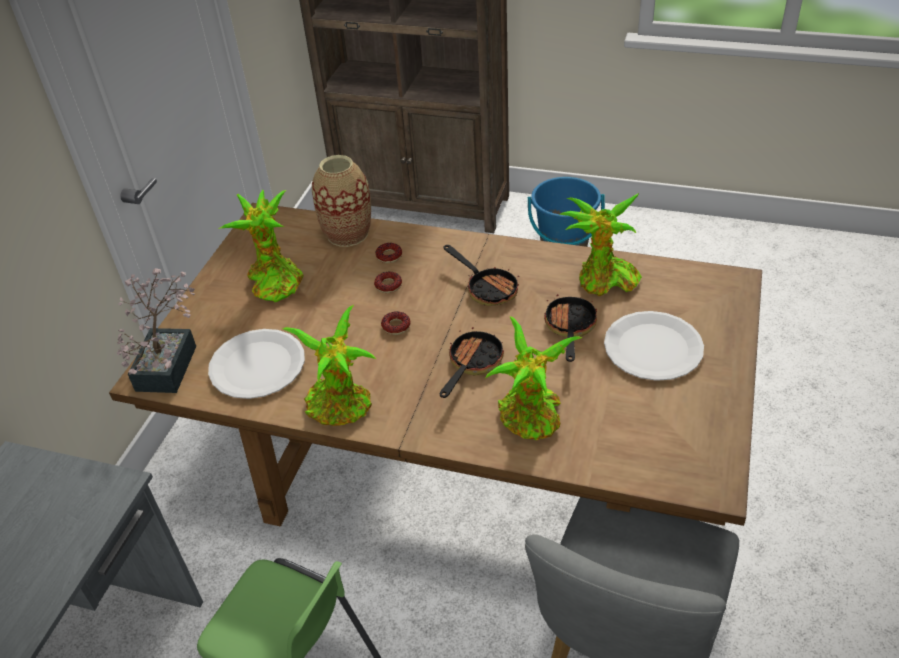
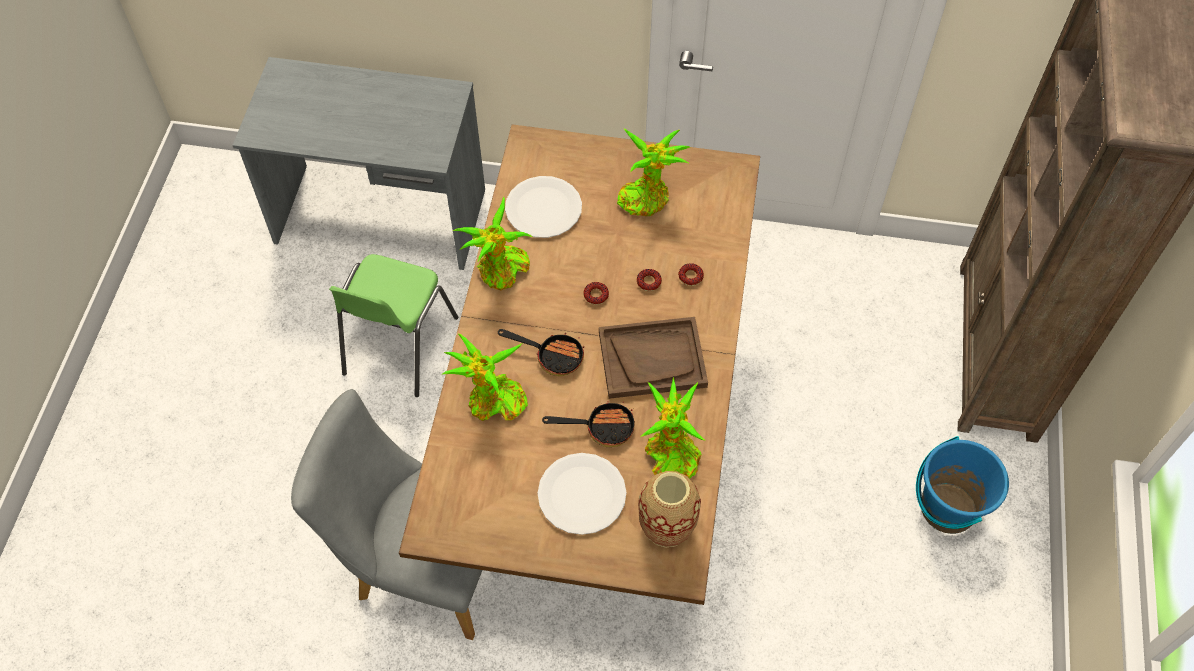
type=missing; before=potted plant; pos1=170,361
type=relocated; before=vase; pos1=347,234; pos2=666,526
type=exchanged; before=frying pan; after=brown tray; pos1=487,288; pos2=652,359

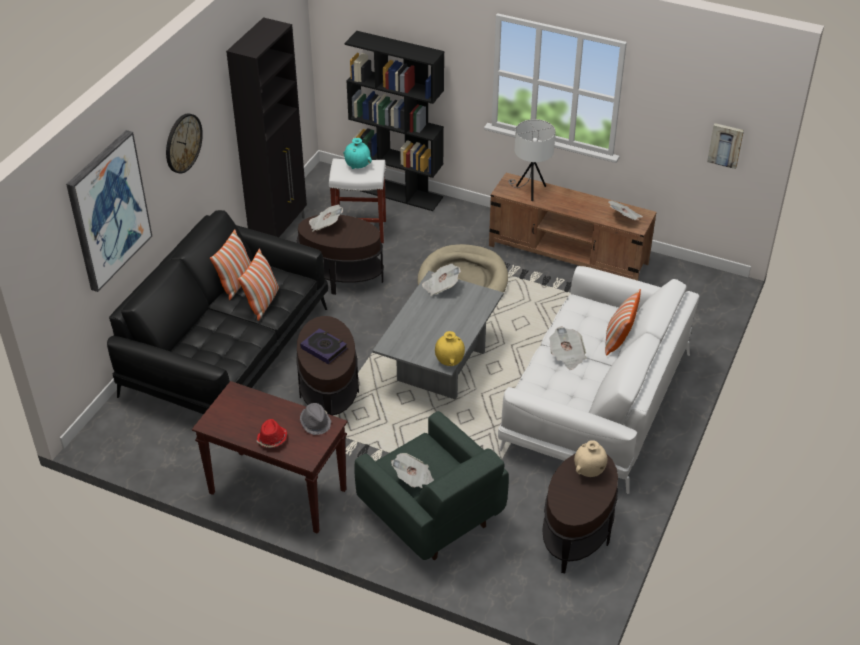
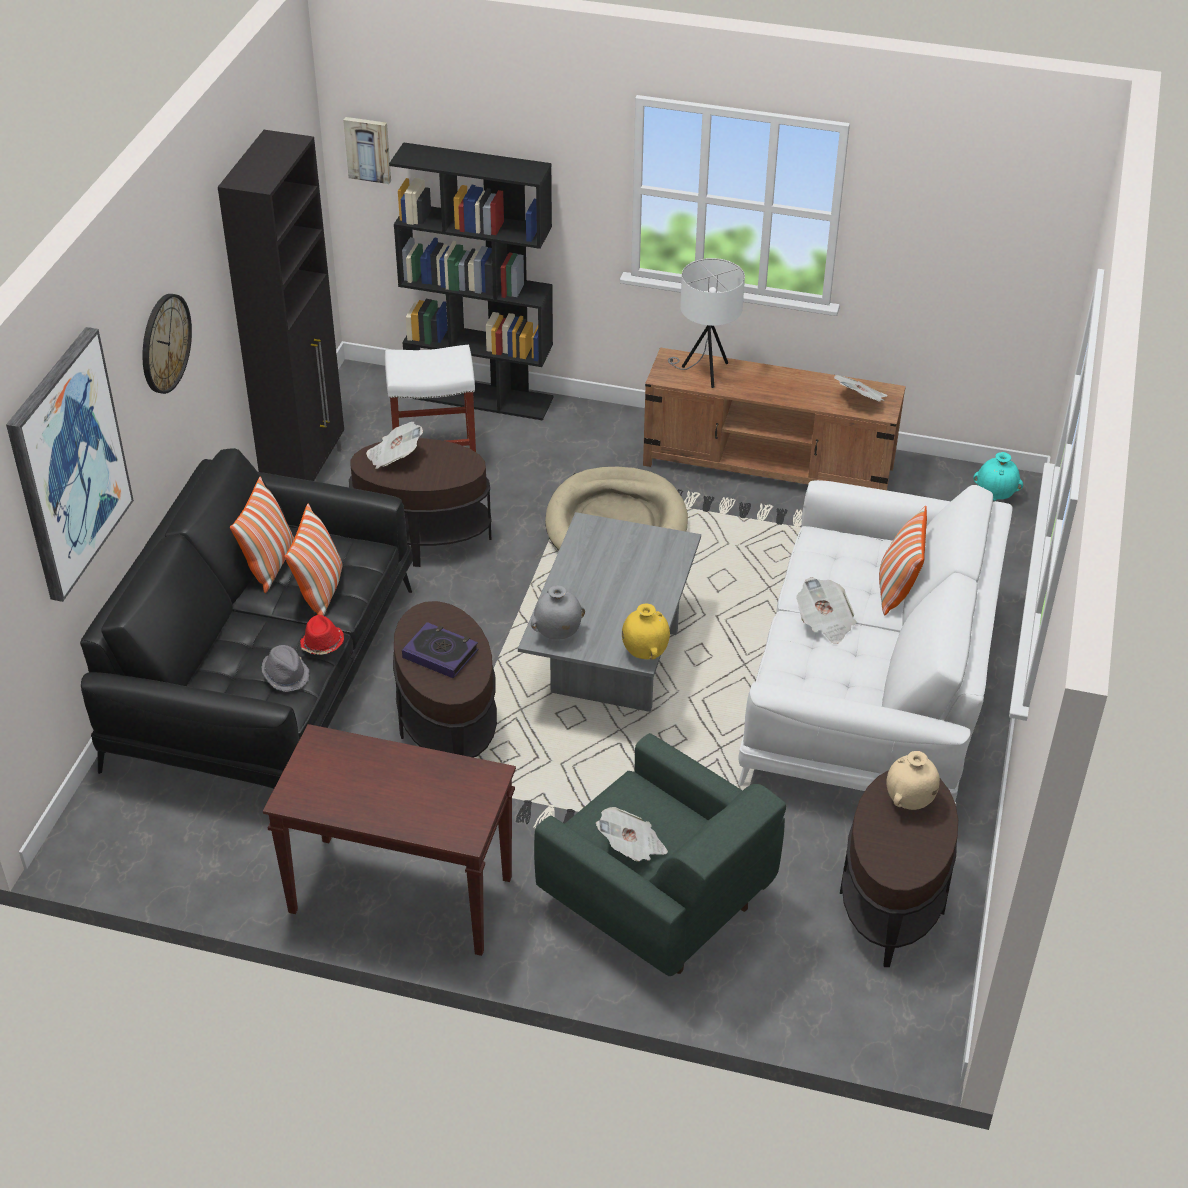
type=relocated; before=red hat; pos1=272,439; pos2=322,644
type=relocated; before=grey hat; pos1=315,423; pos2=286,675
type=relocated; before=turquoise vase; pos1=358,167; pos2=995,496
type=missing; before=newspaper; pos1=440,287
type=relocated; before=picture; pos1=725,145; pos2=368,149
type=appeared; after=grey vase; pos2=557,634

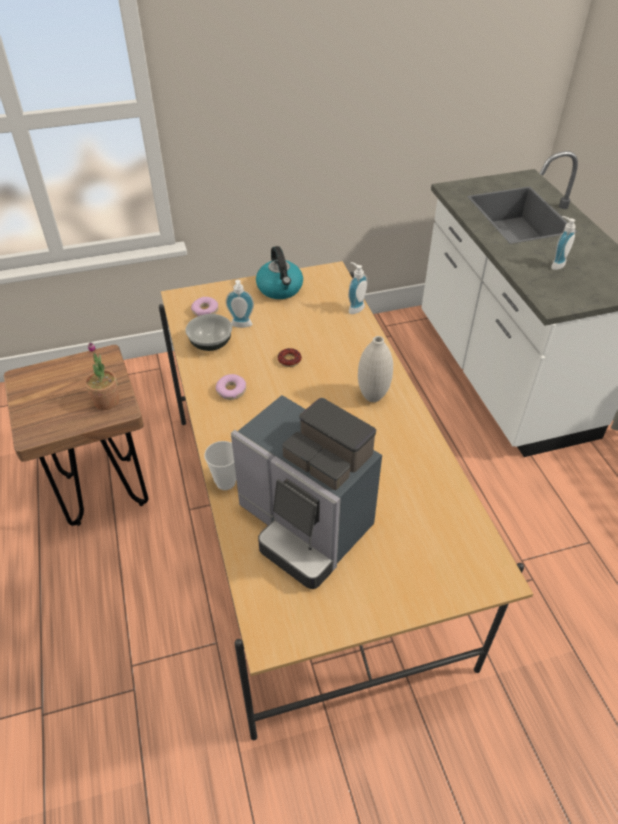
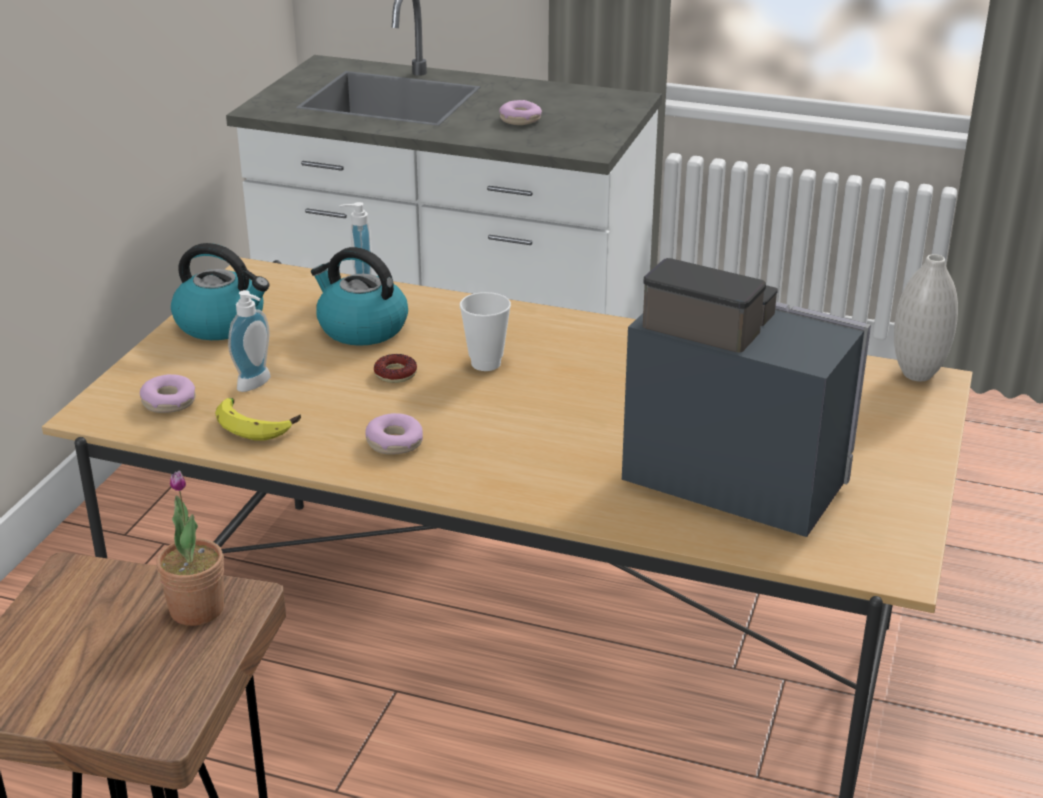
type=exchanged; before=bowl; after=banana; pos1=210,343; pos2=257,424
type=relocated; before=cup; pos1=225,482; pos2=486,363
type=spun; before=coffee machine; pos1=305,525; pos2=730,476; turn=-135
type=relocated; before=white vase; pos1=373,396; pos2=917,374
type=exchanged; before=soap dispenser; after=donut; pos1=556,264; pos2=520,120
type=appeared; after=kettle; pos2=361,328

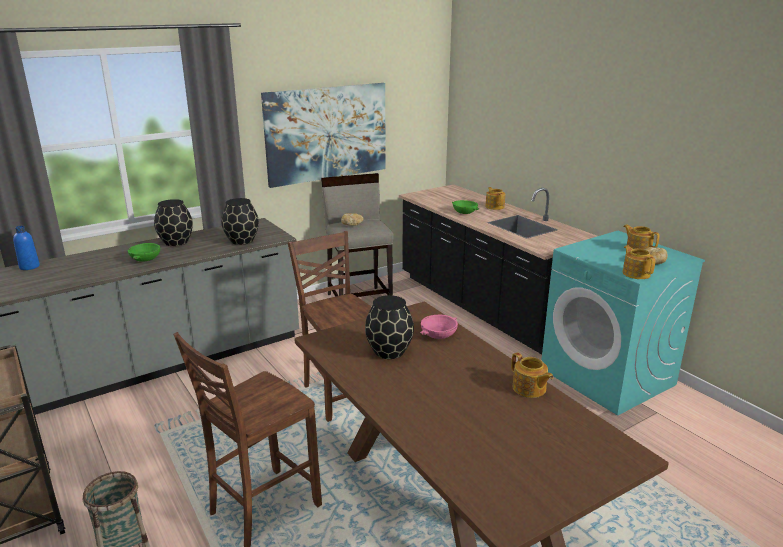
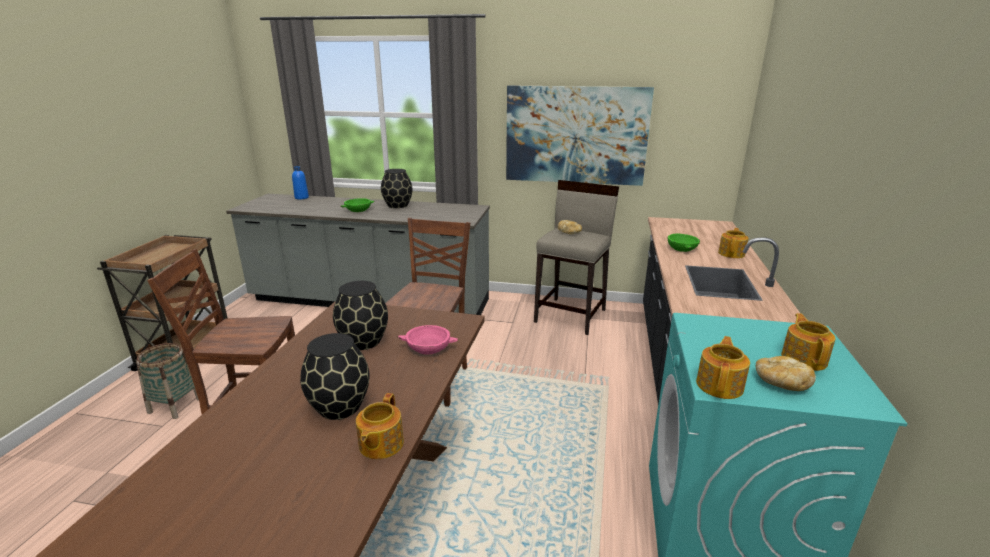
type=relocated; before=black vase; pos1=242,240; pos2=341,407

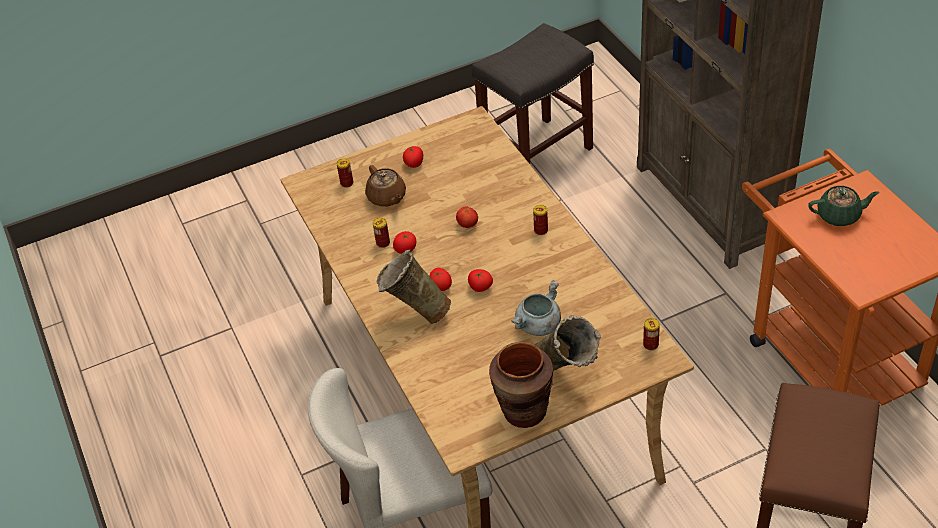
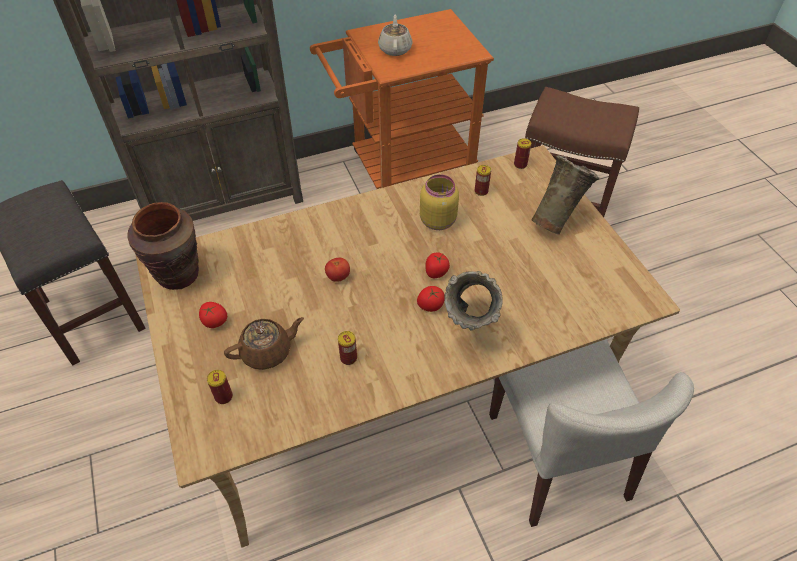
type=missing; before=tomato; pos1=405,249
type=relocated; before=brown vase; pos1=524,412; pos2=178,275
type=missing; before=grey cooking pot; pos1=538,326
type=relocated; before=can; pos1=541,230; pos2=481,191
type=colour; before=green teapot; after=beige teapot; pos1=839,216; pos2=395,49
type=appeared; after=yellow jar; pos2=438,220

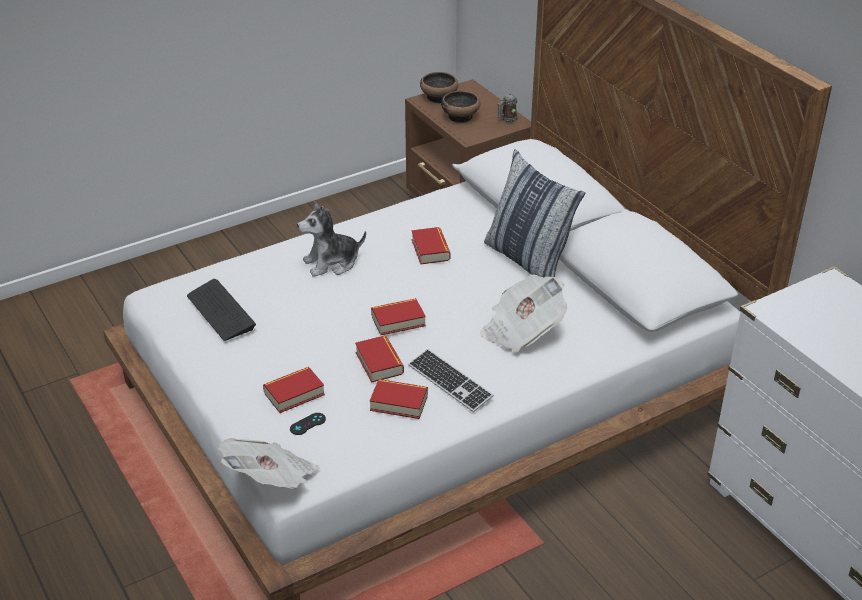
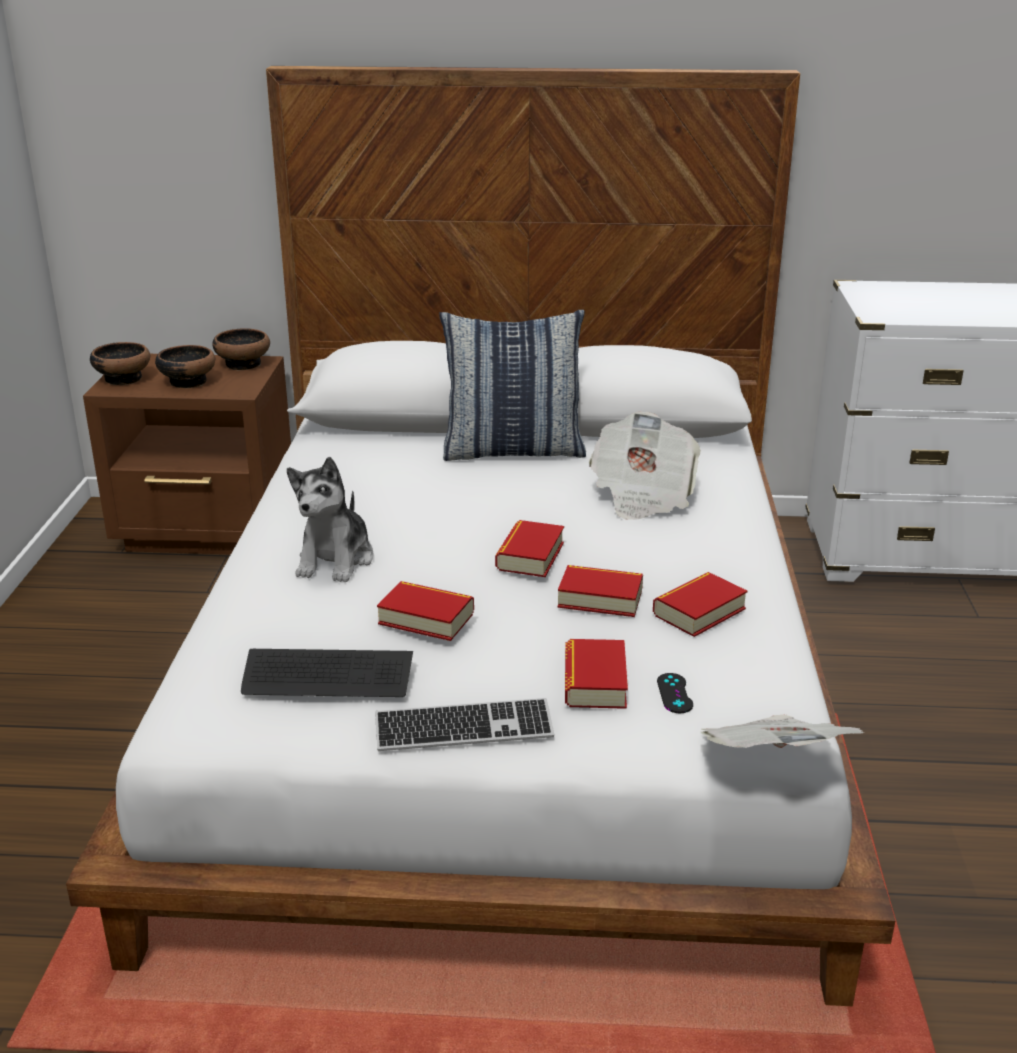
type=relocated; before=keyboard; pos1=450,382; pos2=464,729
type=relocated; before=book; pos1=430,250; pos2=426,618
type=exchanged; before=mug; after=bowl; pos1=507,119; pos2=243,364

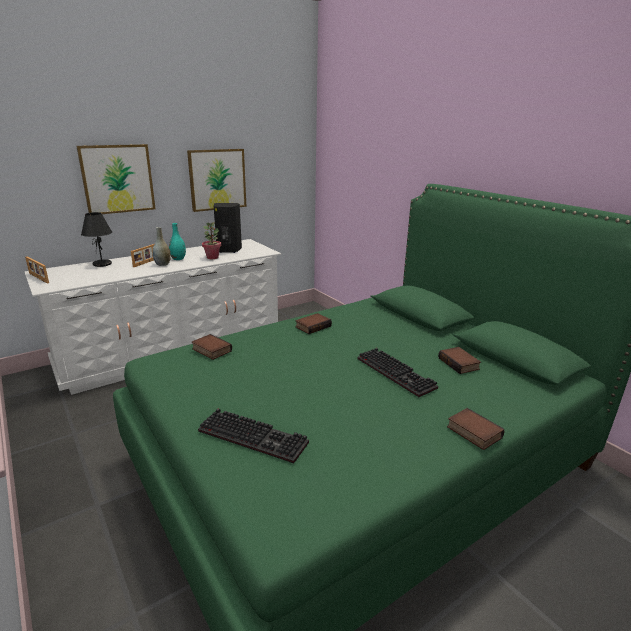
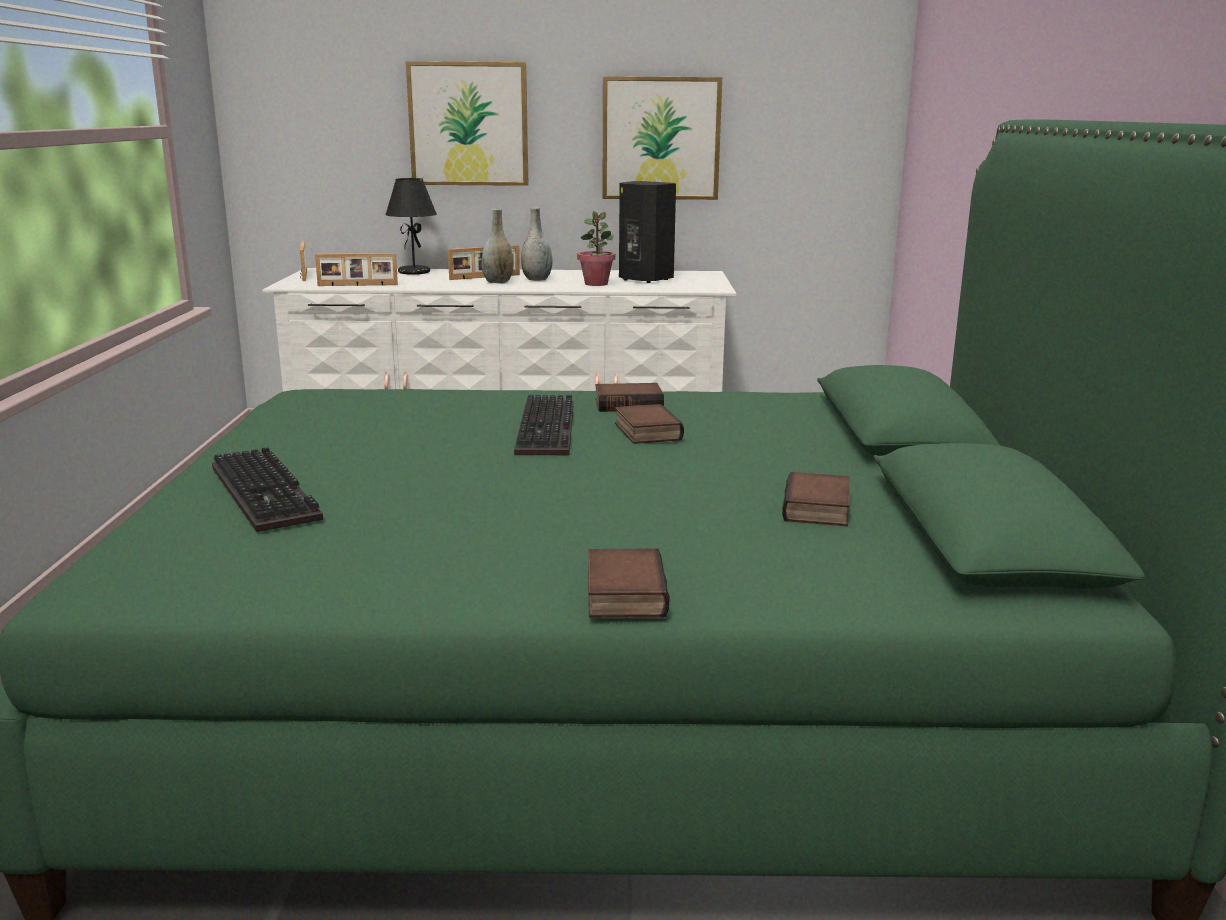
type=colour; before=turquoise vase; after=grey vase; pos1=178,259; pos2=537,279
type=relocated; before=book; pos1=210,350; pos2=645,431
type=relocated; before=keyboard; pos1=397,373; pos2=549,430
type=appeared; after=picture frame; pos2=357,285

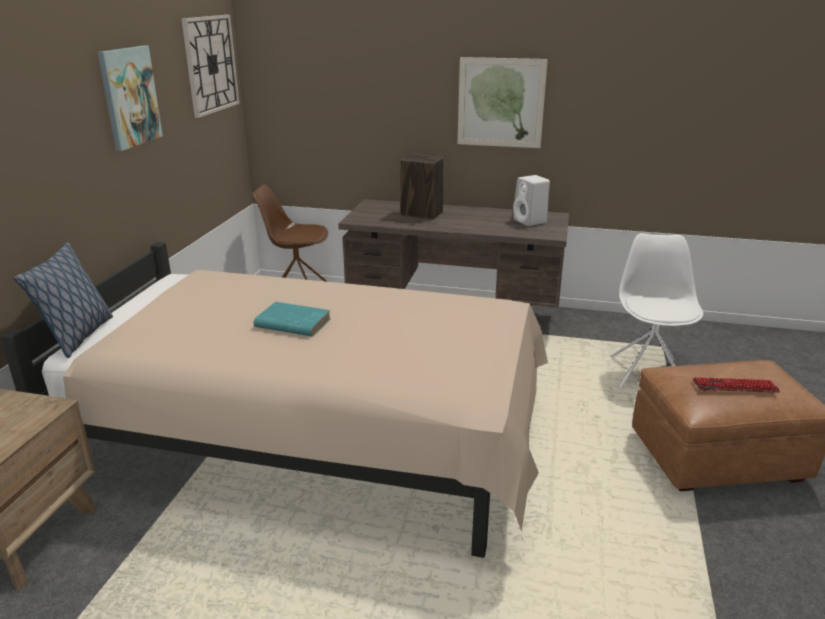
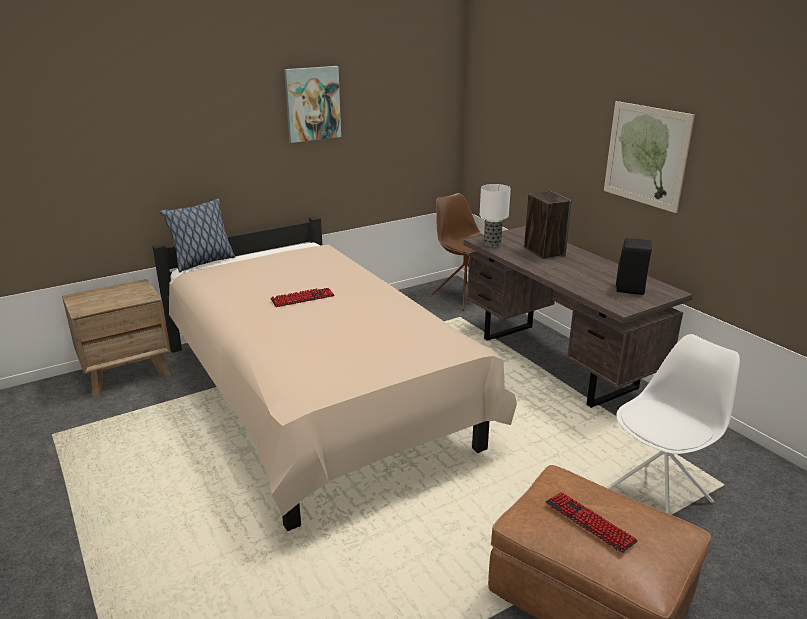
type=missing; before=wall clock; pos1=211,64
type=exchanged; before=turquoise book; after=keyboard; pos1=292,323; pos2=302,298
type=colour; before=white speaker; after=black speaker; pos1=530,221; pos2=630,289
type=appeared; after=table lamp; pos2=492,243

